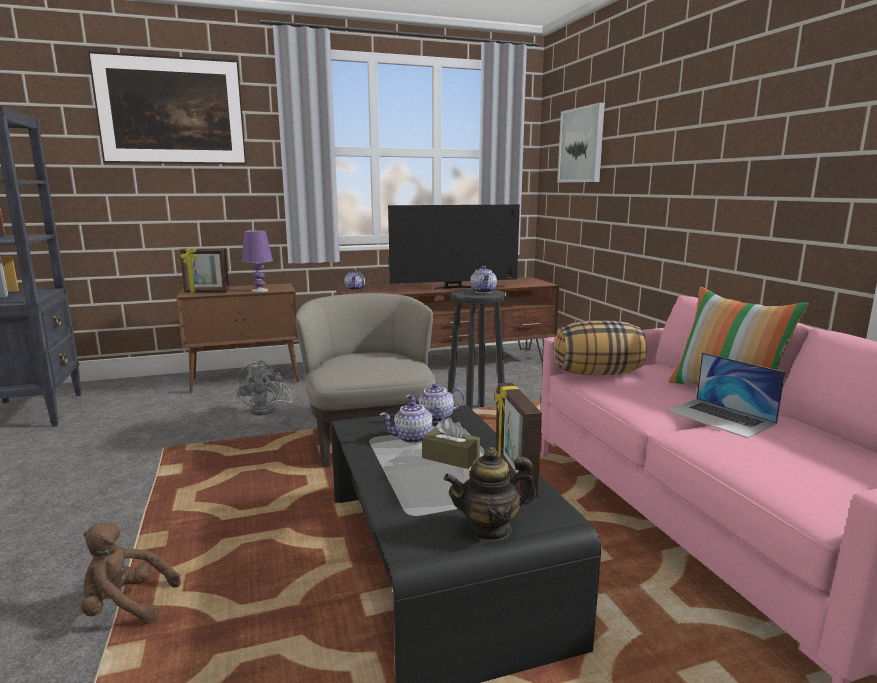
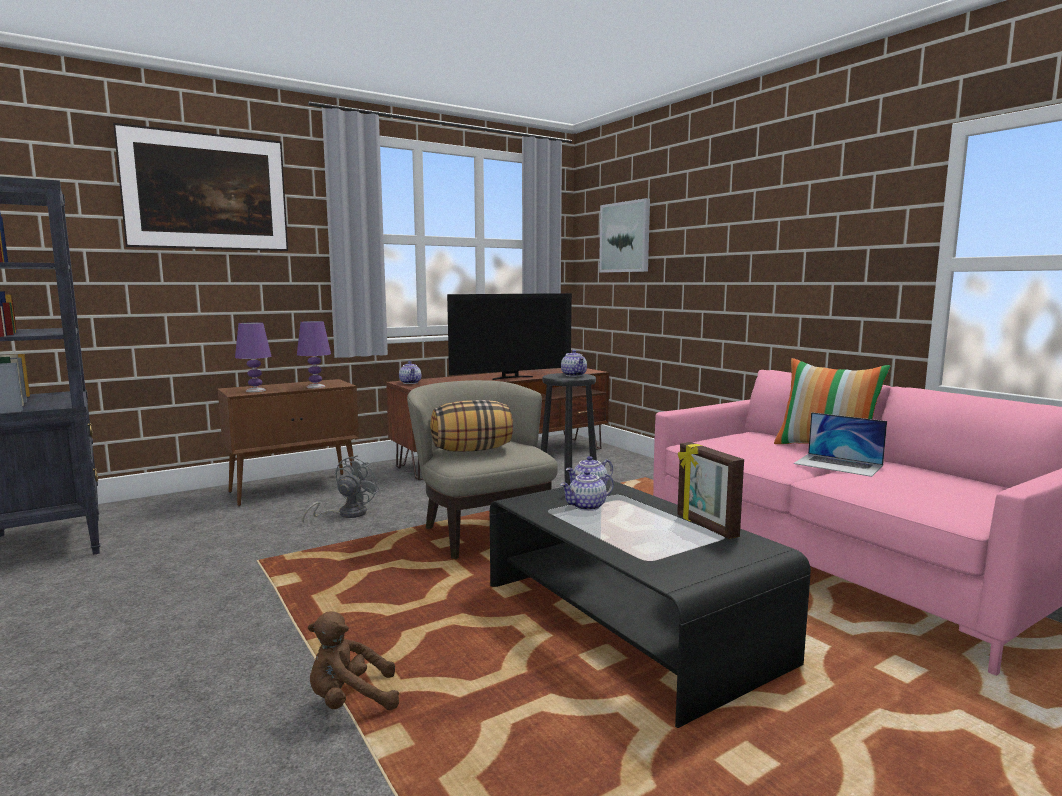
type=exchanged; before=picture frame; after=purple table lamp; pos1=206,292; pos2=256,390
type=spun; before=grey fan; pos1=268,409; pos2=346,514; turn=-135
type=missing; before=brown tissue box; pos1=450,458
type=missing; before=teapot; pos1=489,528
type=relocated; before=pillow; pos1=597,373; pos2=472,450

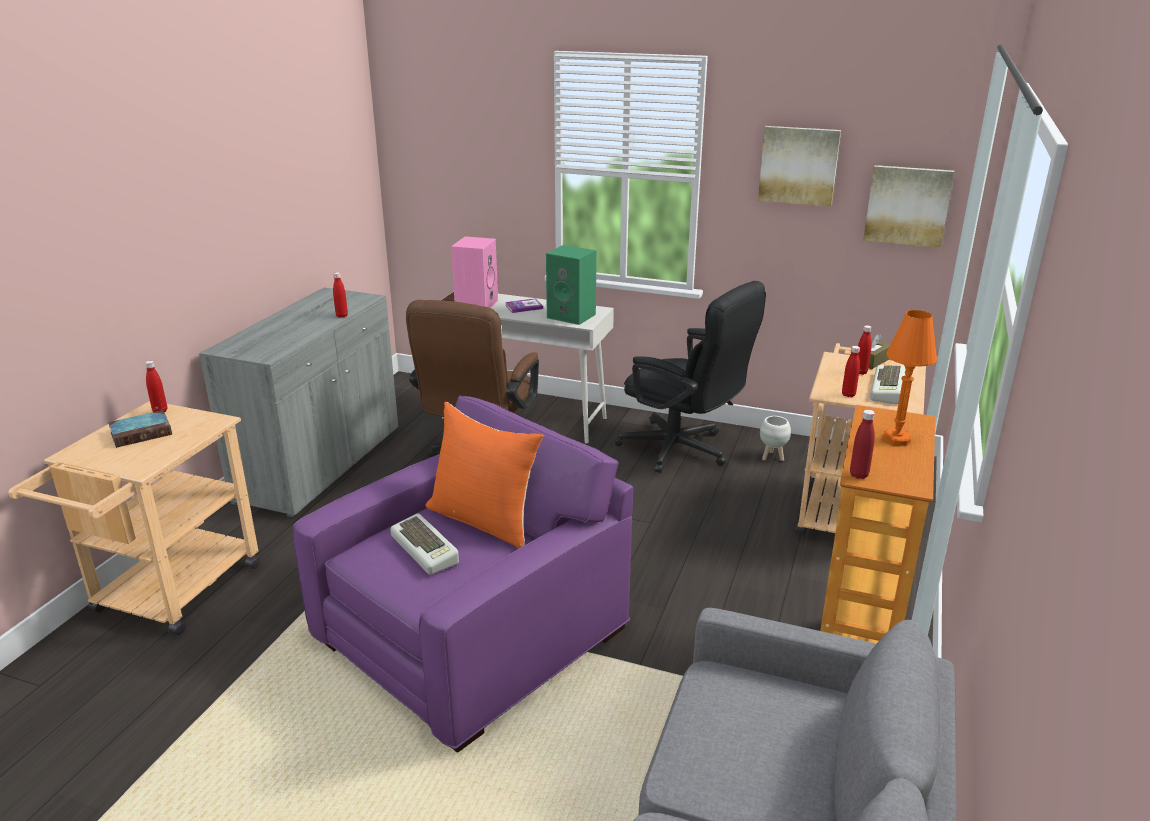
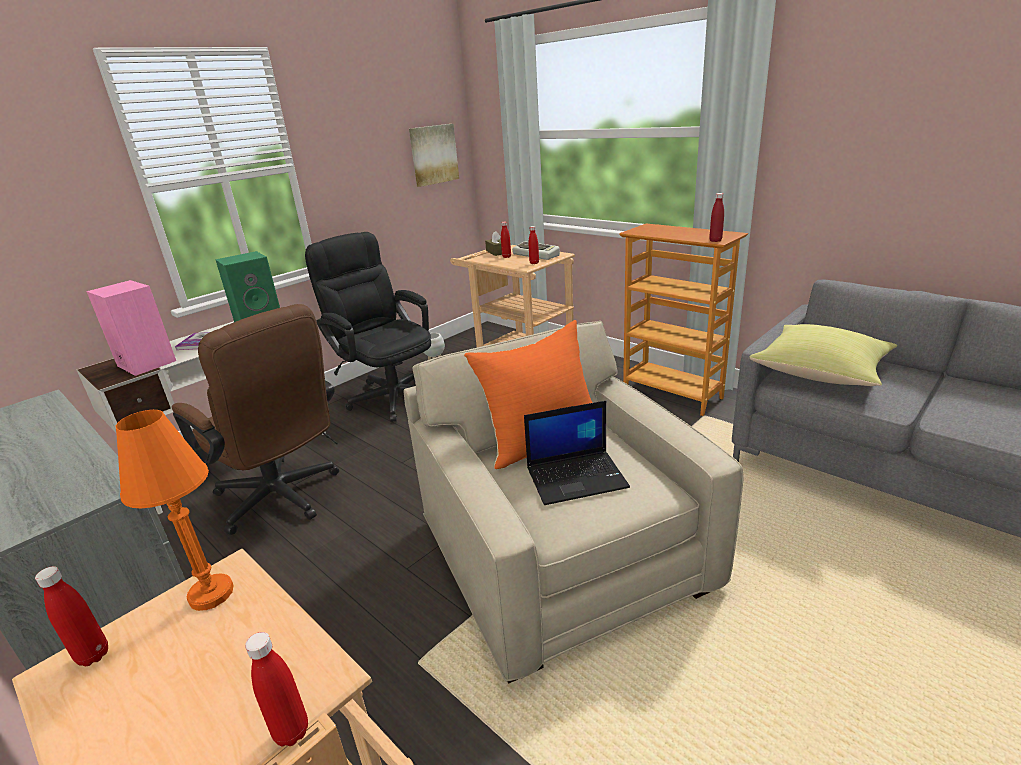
type=missing; before=book; pos1=142,433
type=colour; before=purple armchair; after=beige armchair; pos1=472,632; pos2=561,551
type=relocated; before=red bottle; pos1=342,316; pos2=292,732
type=exchanged; before=keyboard; after=laptop; pos1=426,549; pos2=577,477
type=spun; before=black office chair; pos1=683,451; pos2=389,394; turn=-105
type=missing; before=picture; pos1=798,165
type=relocated; before=orange table lamp; pos1=896,439; pos2=211,594
type=appeared; after=yellow pillow; pos2=821,373

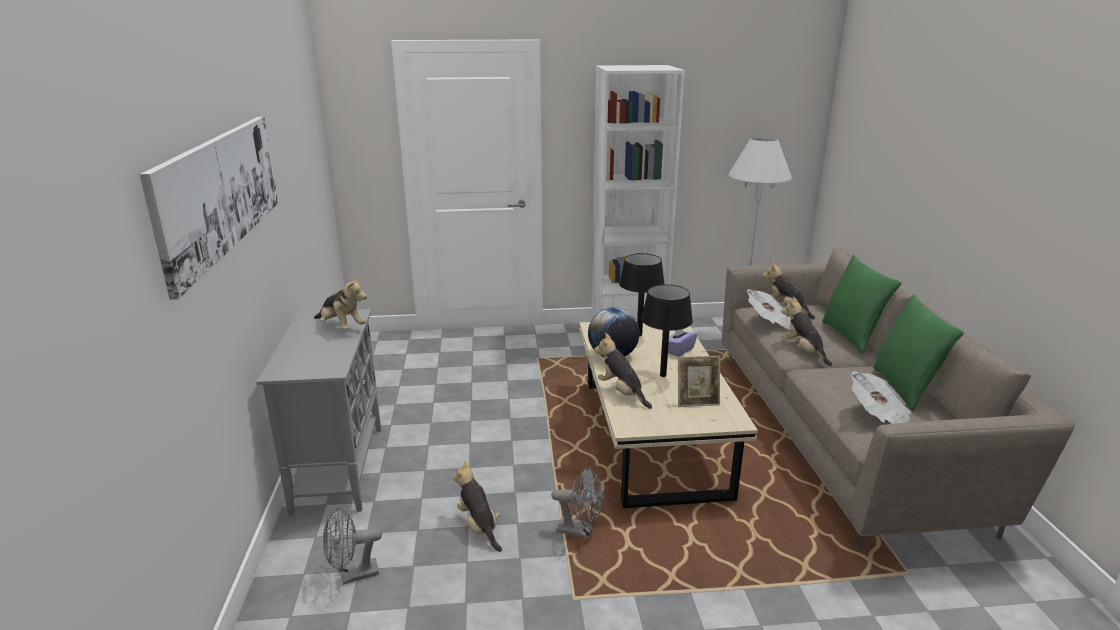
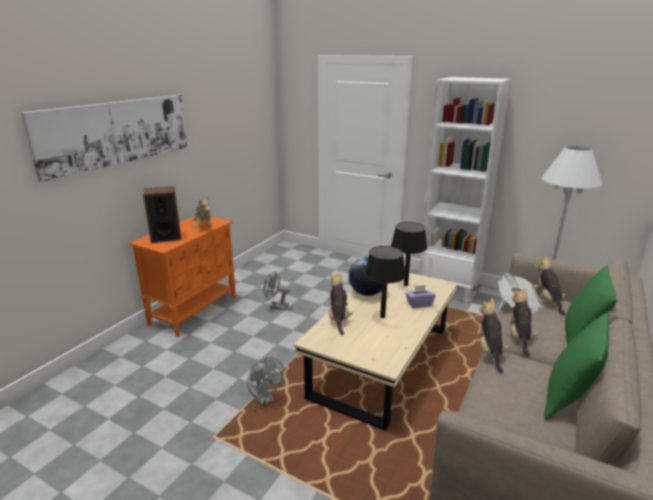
type=colour; before=grey cabinet; after=orange cabinet; pos1=339,468; pos2=194,310
type=relocated; before=grey fan; pos1=353,575; pos2=276,306
type=relocated; before=plush toy; pos1=479,527; pos2=490,351
type=missing; before=picture frame; pos1=697,402
type=missing; before=newspaper; pos1=879,416
type=appeared; after=speaker; pos2=166,237

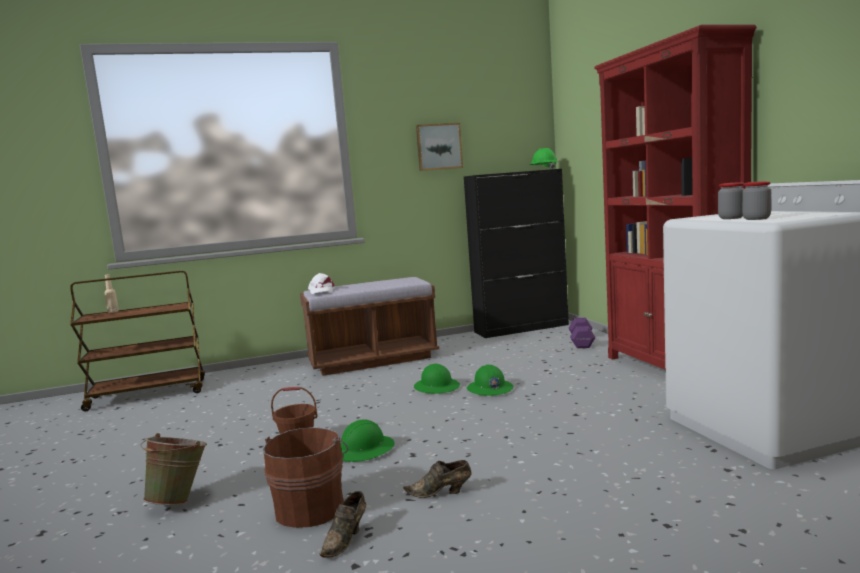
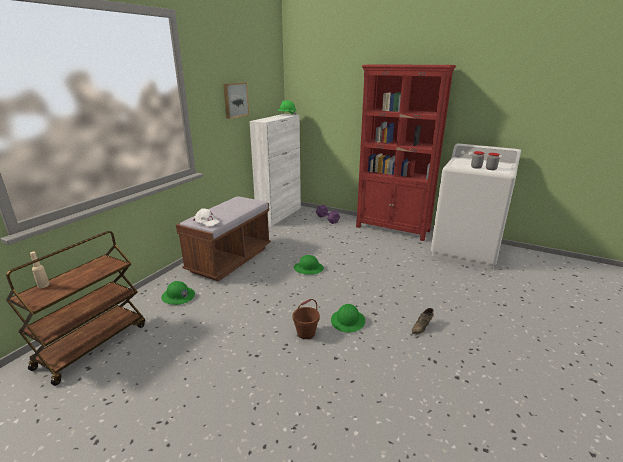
type=missing; before=green bucket; pos1=180,500
type=missing; before=brown bucket; pos1=311,507
type=missing; before=brown shoe; pos1=346,539
type=colour; before=black cabinet; after=white cabinet; pos1=522,328; pos2=279,215
type=relocated; before=green hard hat; pos1=489,389; pos2=178,296

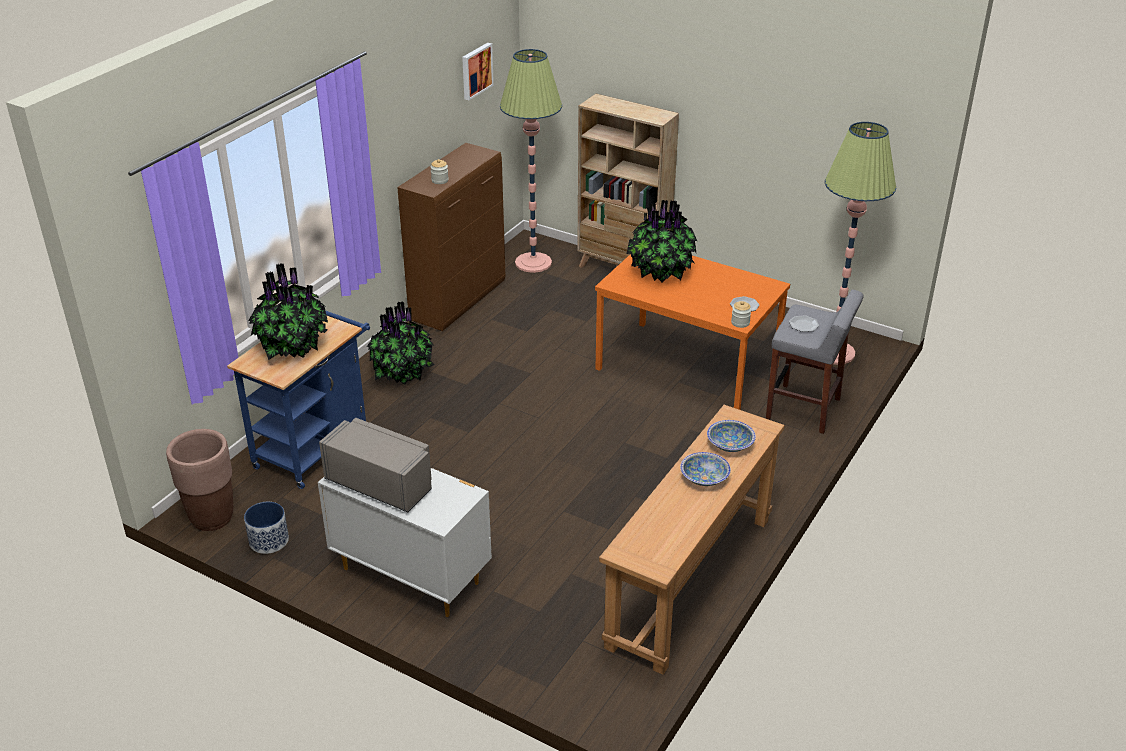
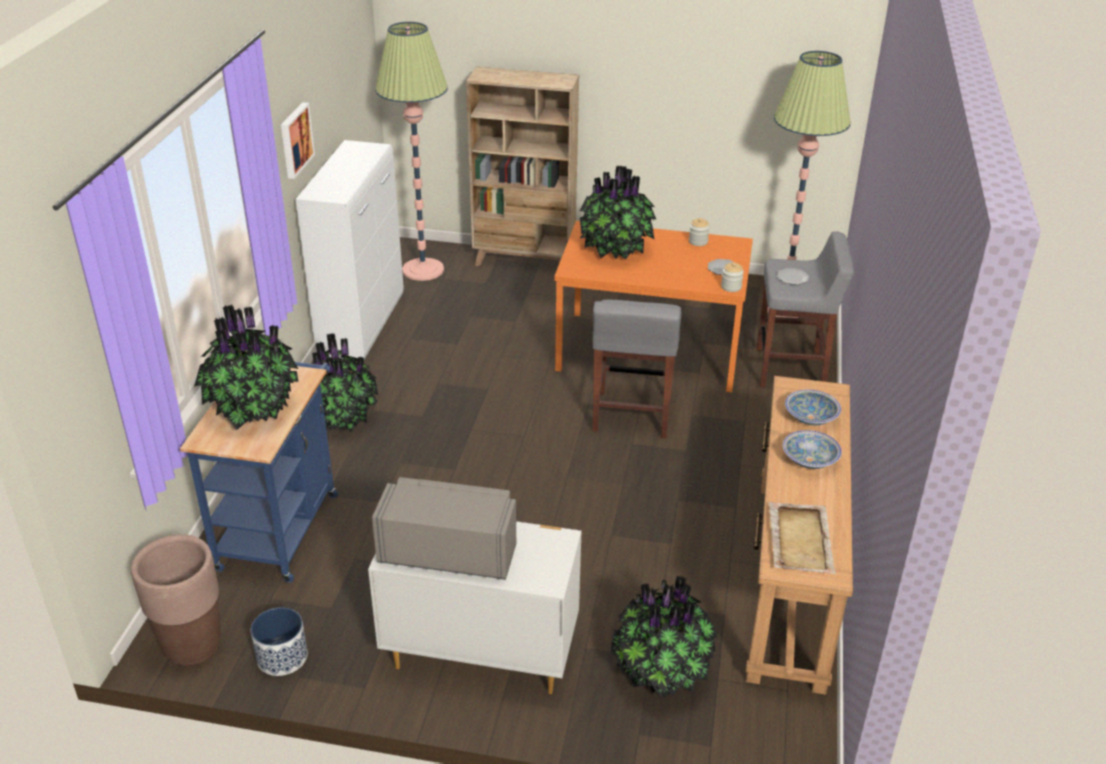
type=colour; before=brown cabinet; after=white cabinet; pos1=458,301; pos2=362,325
type=relocated; before=jar; pos1=440,180; pos2=698,241
type=relocated; before=picture; pos1=476,70; pos2=295,140
type=appeared; after=grey stool; pos2=631,415
type=appeared; after=potted plant; pos2=660,674
type=appeared; after=beige tray; pos2=800,539

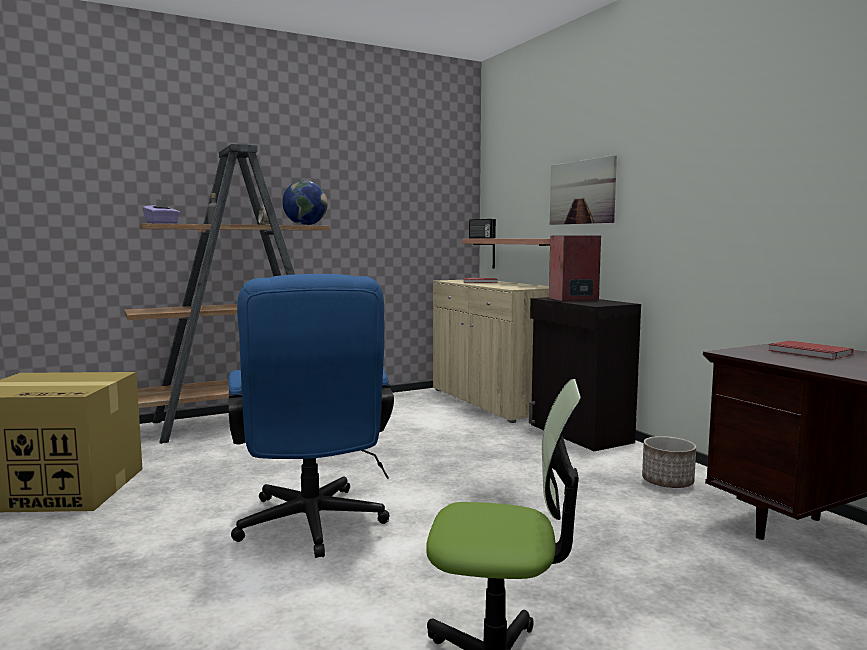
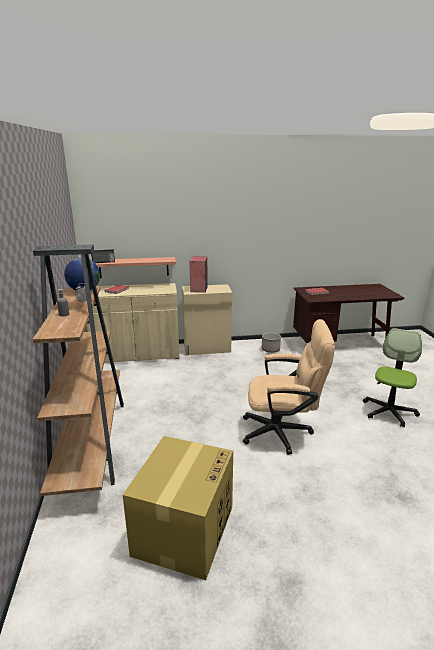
type=missing; before=purple tissue box; pos1=162,223
type=colour; before=blue office chair; after=beige office chair; pos1=311,528; pos2=283,432
type=colour; before=black cabinet; after=beige cabinet; pos1=579,434; pos2=207,348
type=missing; before=picture; pos1=582,192

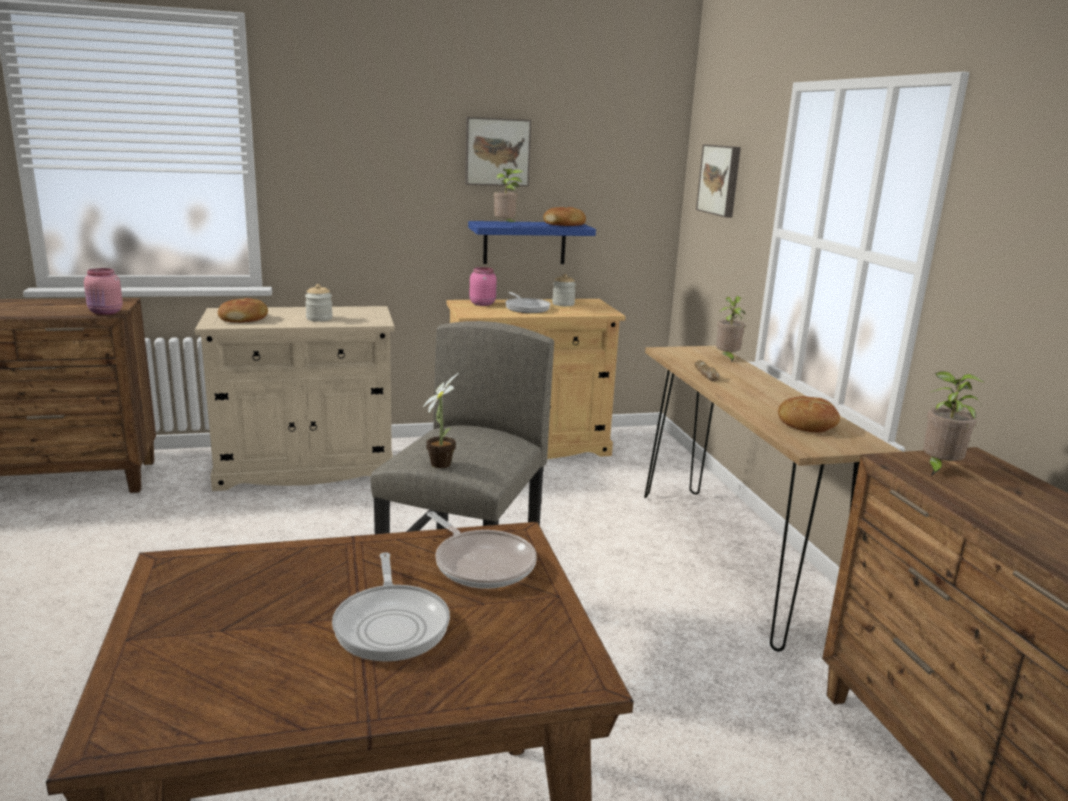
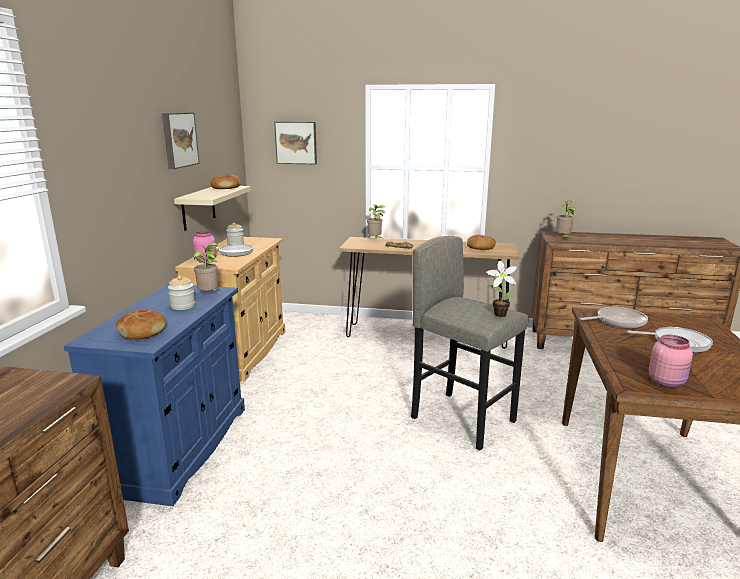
type=relocated; before=pink jar; pos1=106,313; pos2=667,382
type=colour; before=beige cabinet; after=blue cabinet; pos1=306,469; pos2=179,447
type=colour; before=blue shelf; after=beige shelf; pos1=524,242; pos2=198,207
type=relocated; before=potted plant; pos1=506,225; pos2=210,295

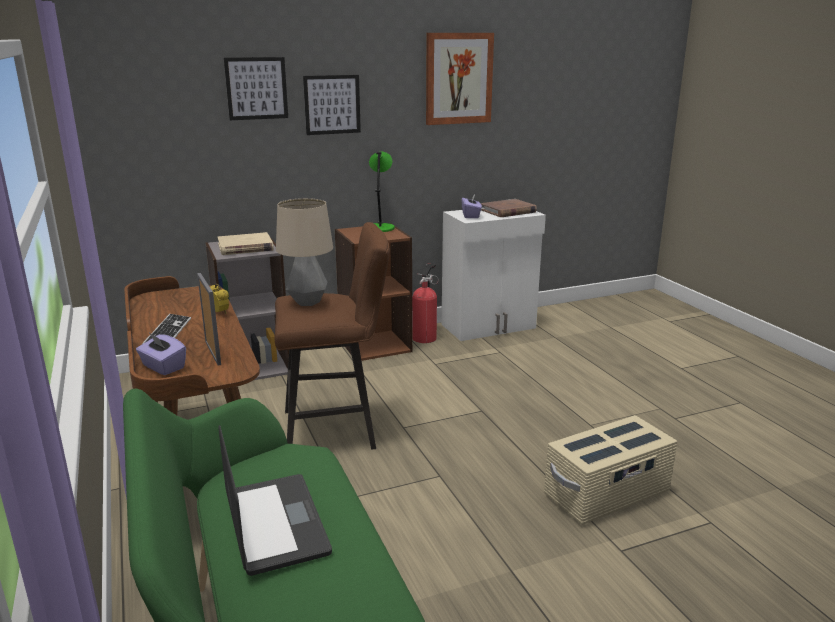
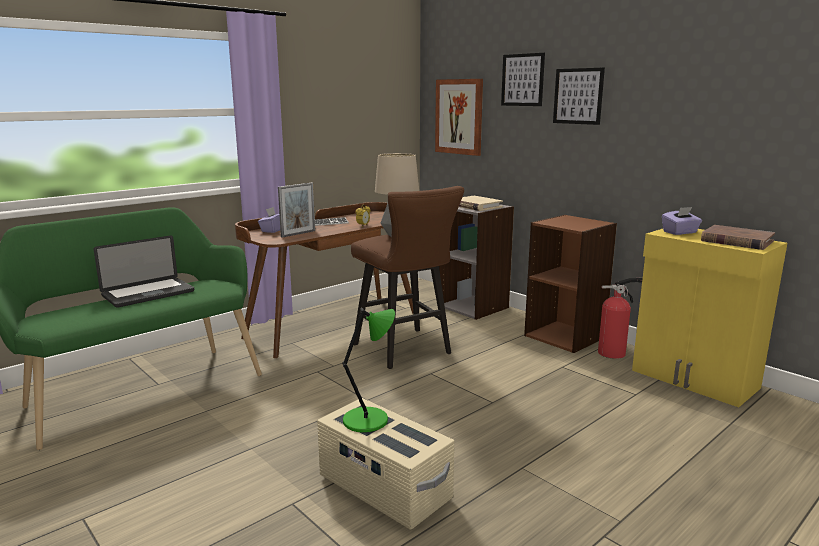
type=relocated; before=green table lamp; pos1=380,228; pos2=368,420
type=relocated; before=picture; pos1=458,78; pos2=459,116
type=colour; before=white cabinet; after=yellow cabinet; pos1=489,326; pos2=694,380

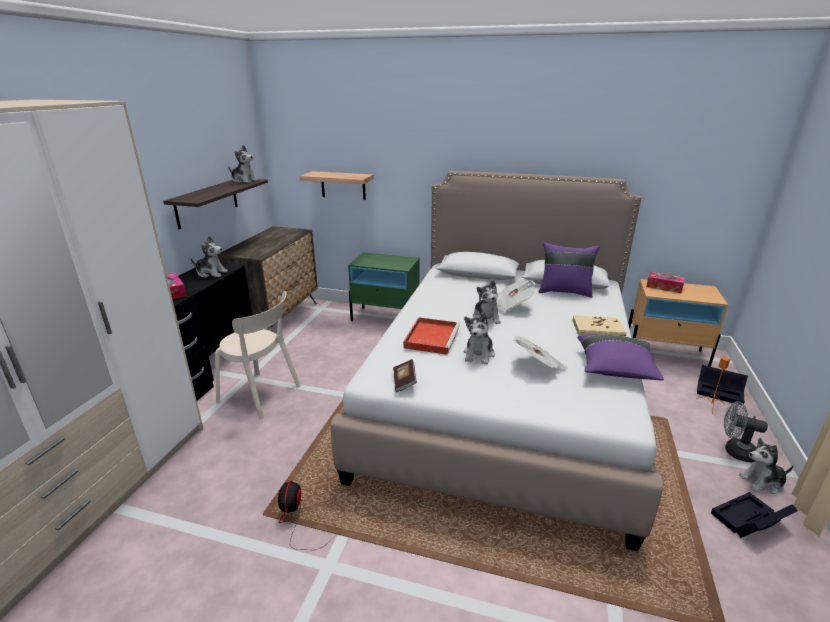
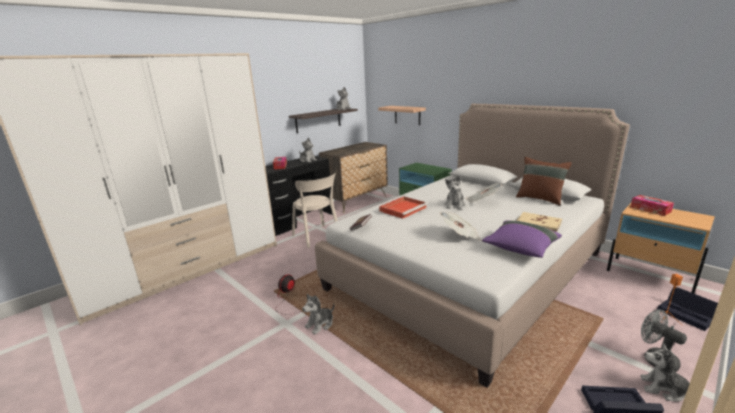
type=relocated; before=plush toy; pos1=479,354; pos2=320,324
type=colour; before=purple pillow; after=brown pillow; pos1=564,291; pos2=540,199

